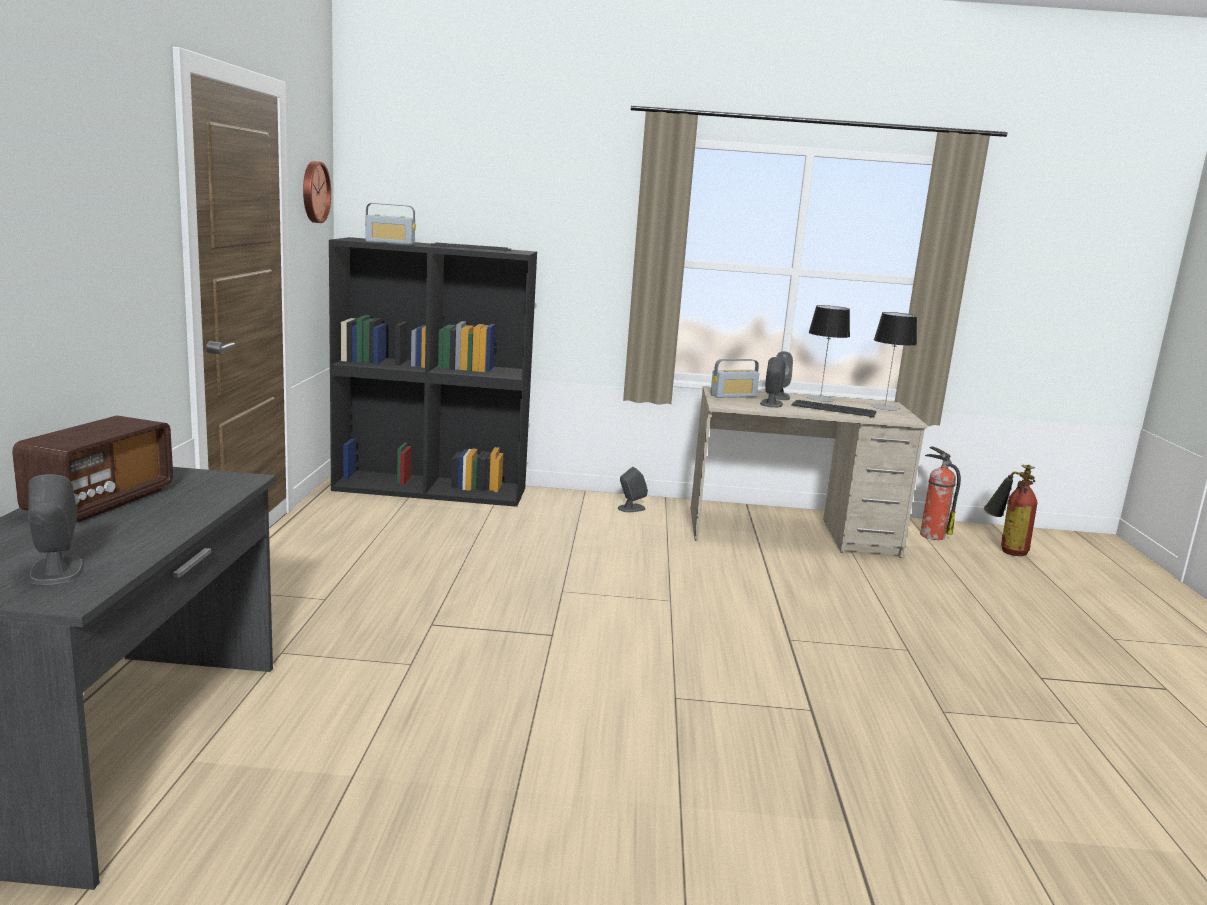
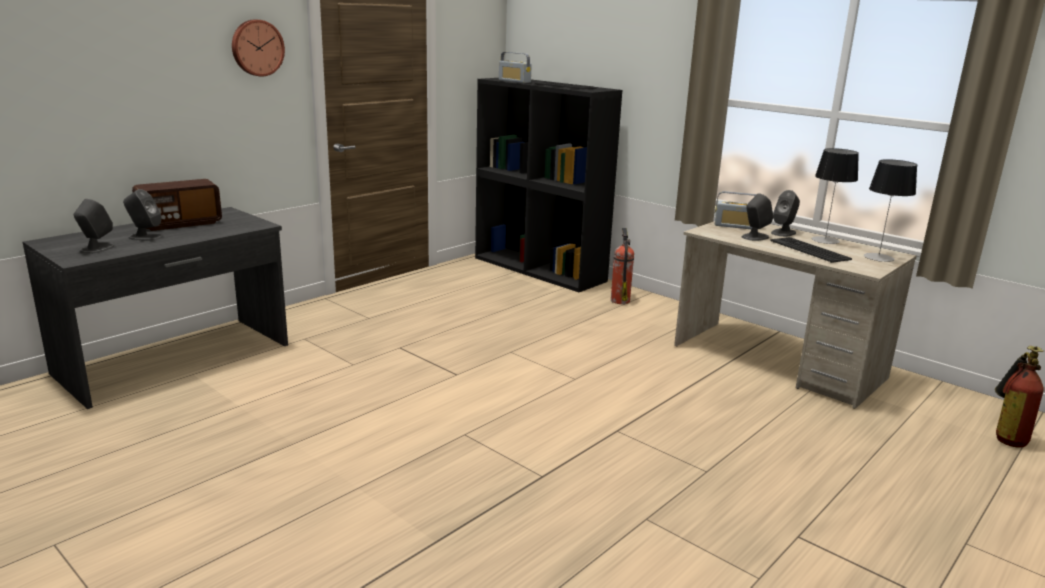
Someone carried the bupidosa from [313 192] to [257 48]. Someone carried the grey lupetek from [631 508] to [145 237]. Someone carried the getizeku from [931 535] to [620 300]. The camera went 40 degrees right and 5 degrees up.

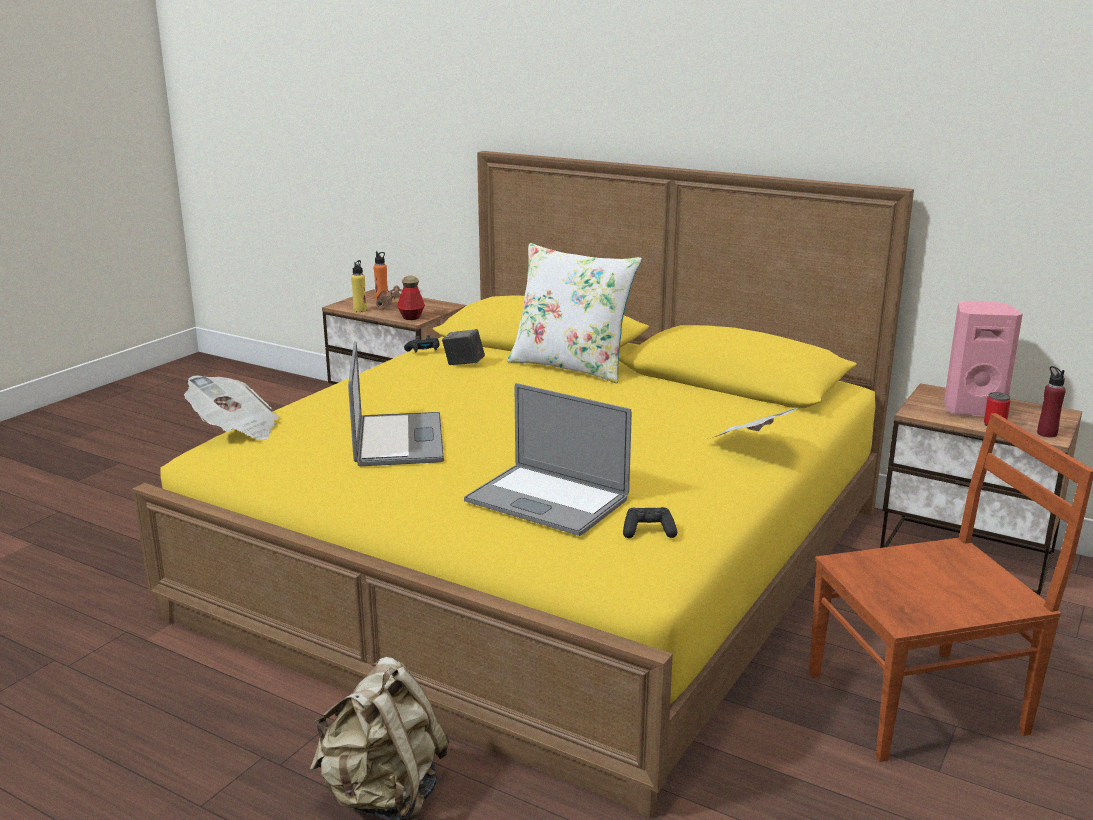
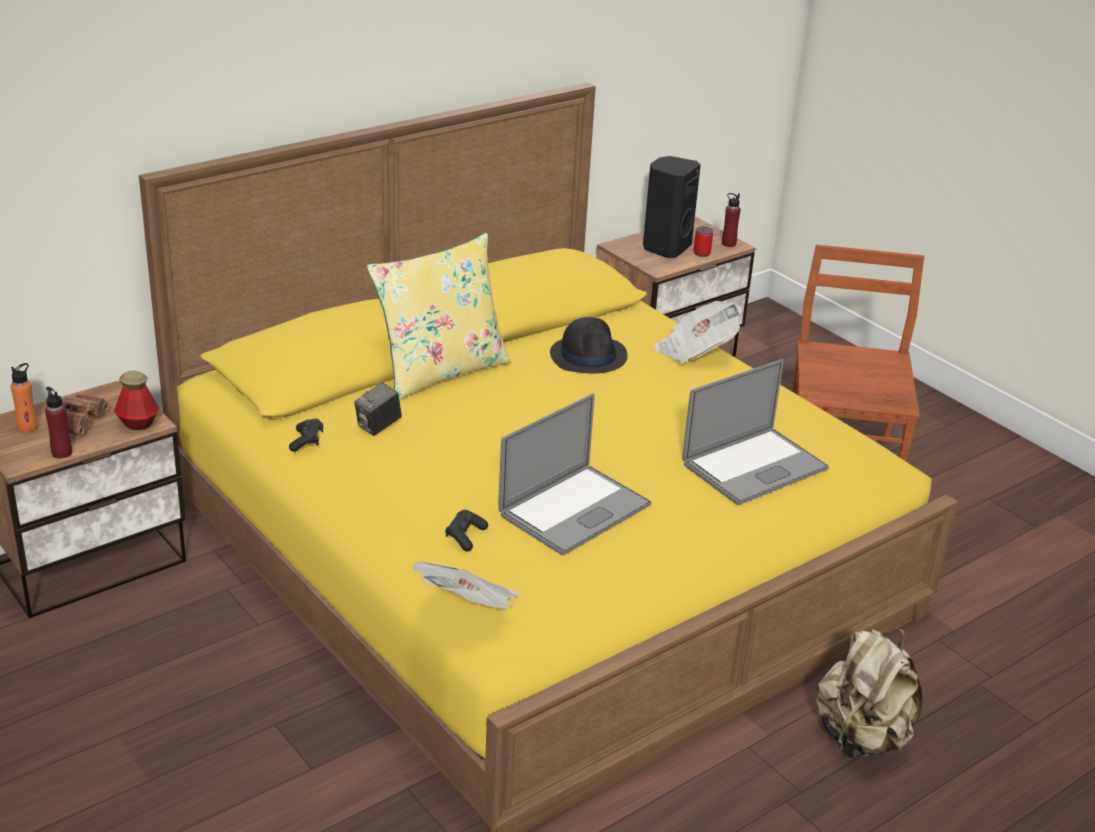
Someone put down the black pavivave at [588 355]. Someone carried the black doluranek from [648 532] to [465 537]. Someone repainted the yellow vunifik at [360 310], which became the red vunifik at [62 453]. Someone repainted the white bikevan at [571 366], which became the yellow bikevan at [440 372]. Someone repainted the pink lupetek at [971 408], which became the black lupetek at [665 248]. Someone rotated the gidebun at [398 440] by 120 degrees clockwise. The camera went 70 degrees left and 10 degrees up.

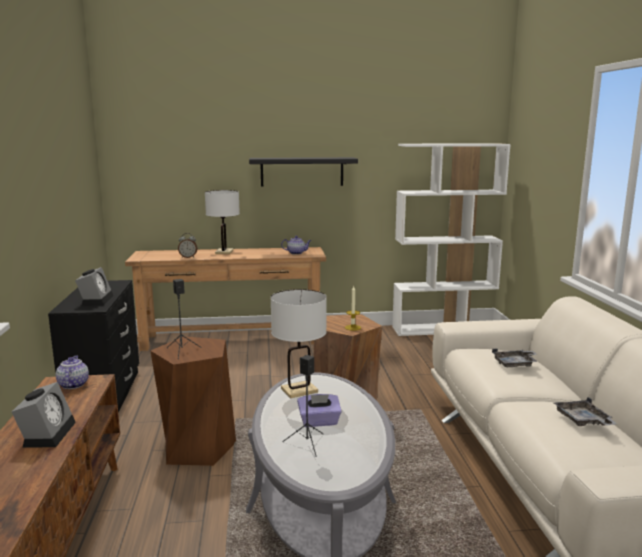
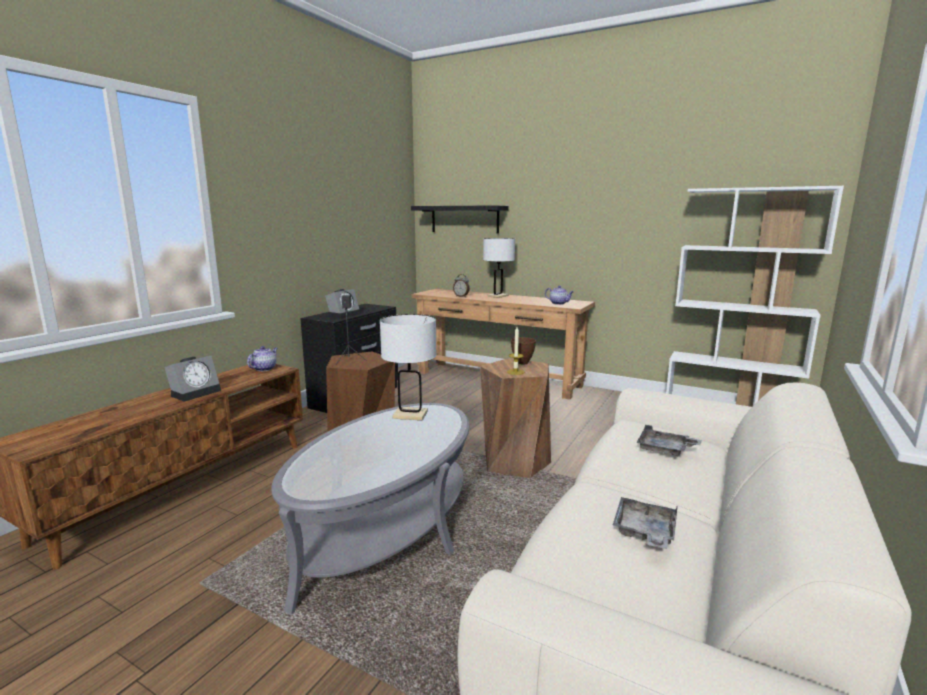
Someone took away the black lupetek at [307 444]. Someone took away the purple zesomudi at [319 422]. Someone put down the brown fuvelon at [521 362]. Someone carried the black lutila from [302 171] to [464 219]. The camera went 35 degrees right and 0 degrees up.

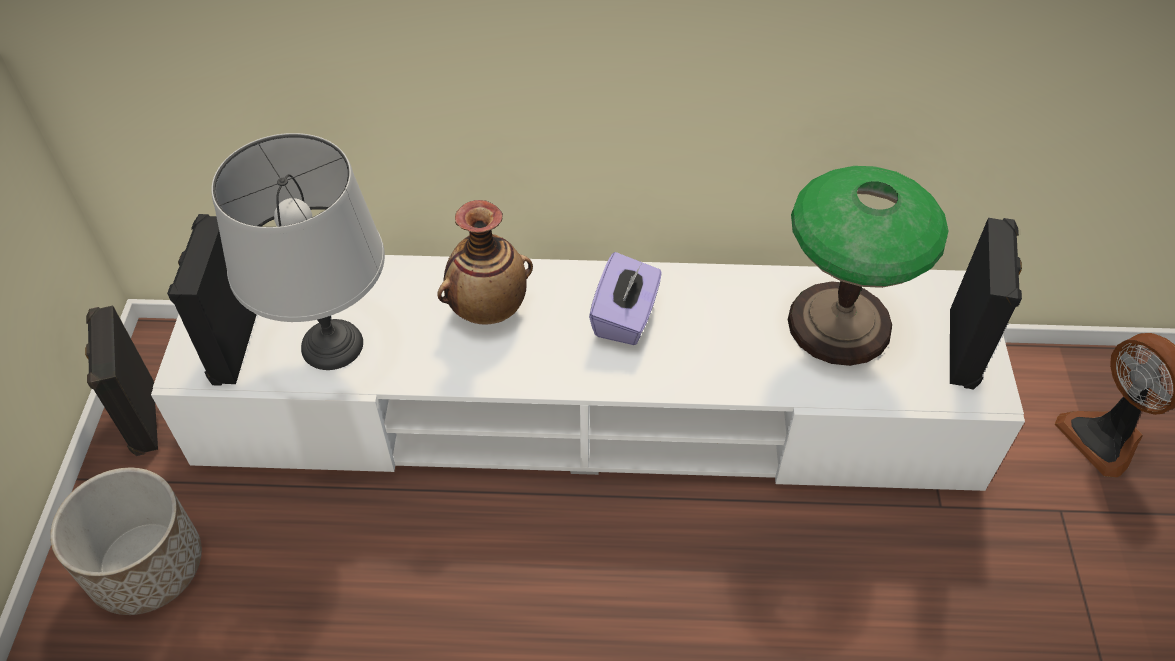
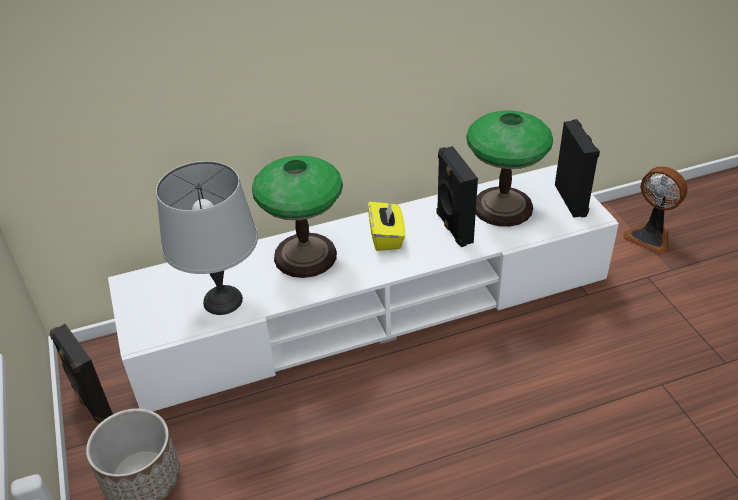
Someone carried the black lupetek from [232 345] to [453 228]. Someone swapped the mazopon at [488 308] for the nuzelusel at [305 255]. Someone repainted the purple zesomudi at [625 317], which became the yellow zesomudi at [386 237]. The camera went 20 degrees left and 10 degrees down.

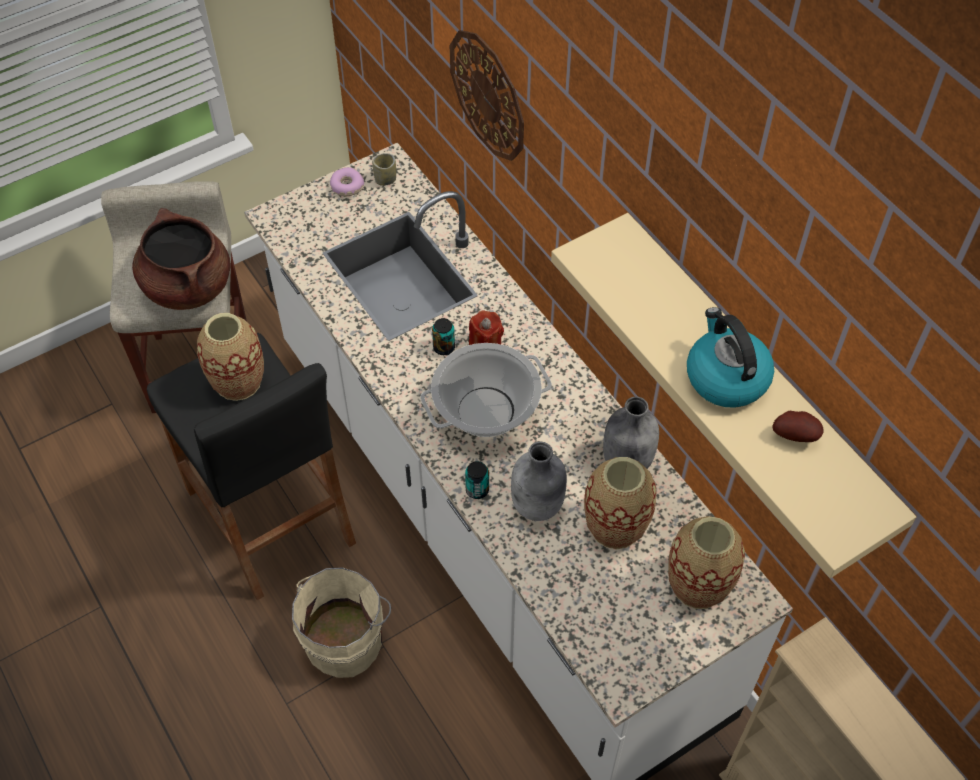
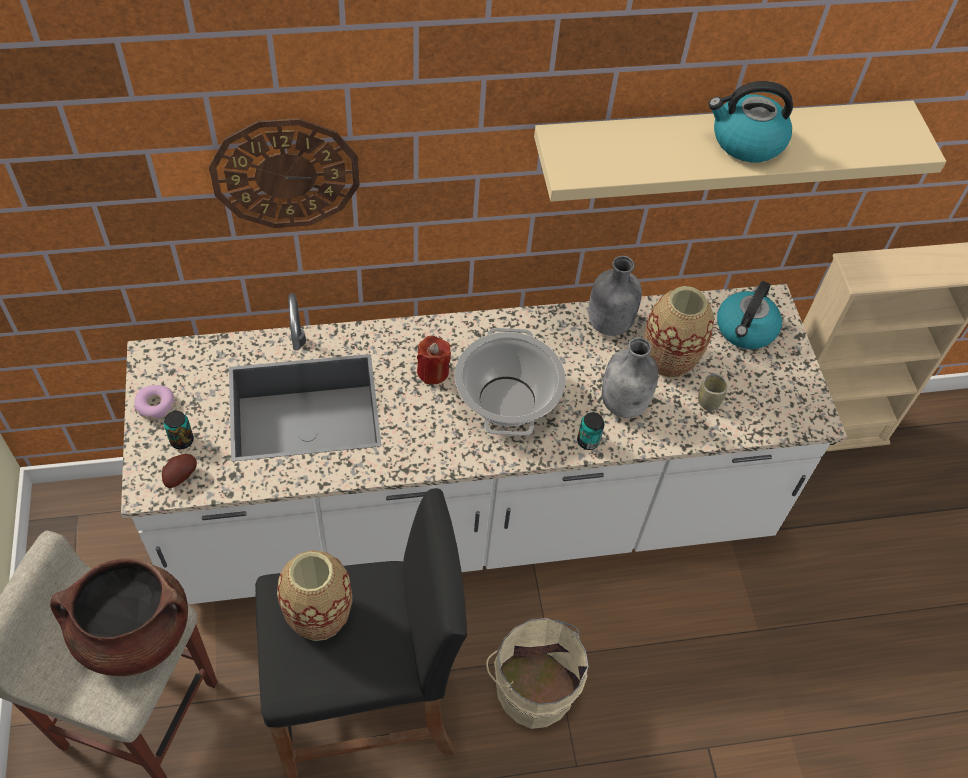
Someone carried the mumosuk from [385 179] to [708 401]. Someone carried the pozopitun from [444 347] to [182 440]. Someone carried the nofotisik from [795 434] to [179 476]. Someone swapped the mazopon at [698 585] for the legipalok at [745 330]. The camera went 70 degrees left and 0 degrees up.

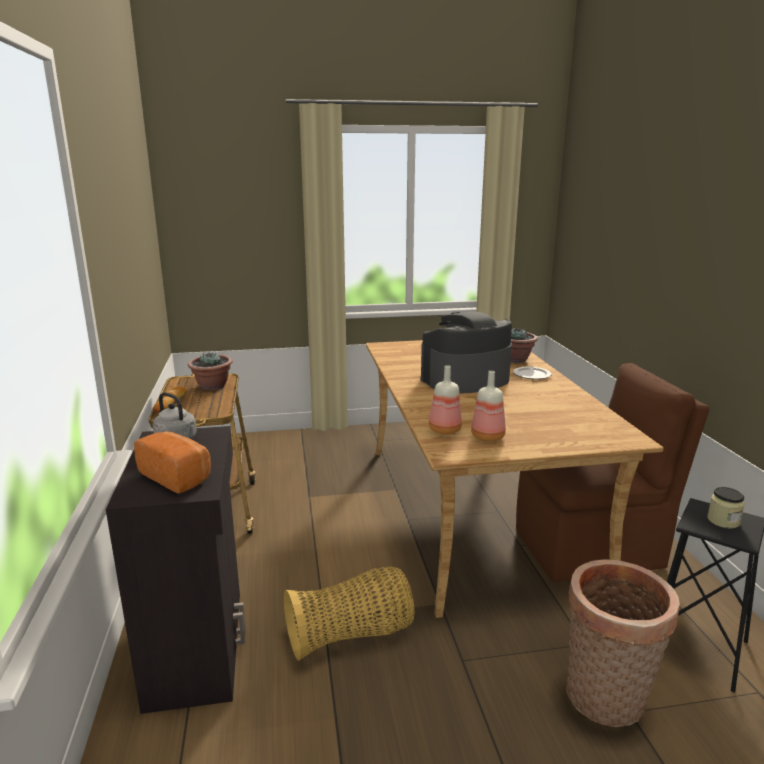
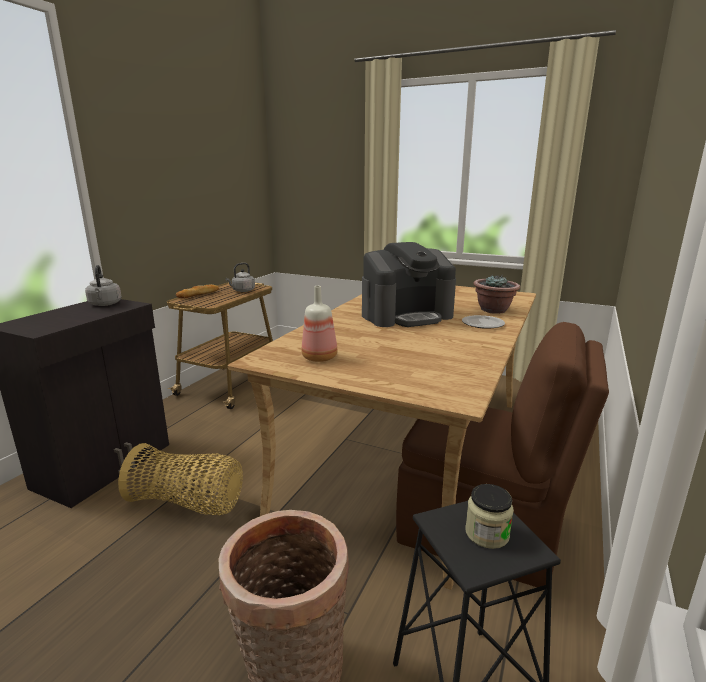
Someone took away the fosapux at [177 476]. Someone took away the vunifik at [444 430]. Someone swapped the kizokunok at [212 386] for the grey legipalok at [242 291]. Someone rotated the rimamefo at [465 380] by 150 degrees clockwise. The camera went 35 degrees right and 0 degrees up.

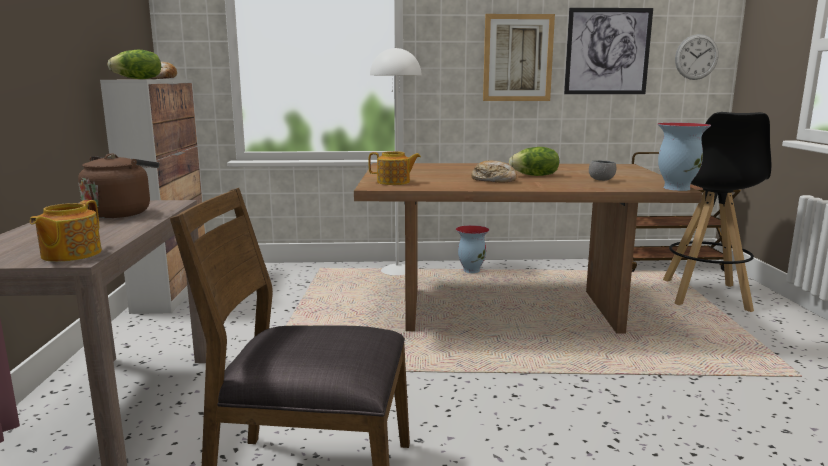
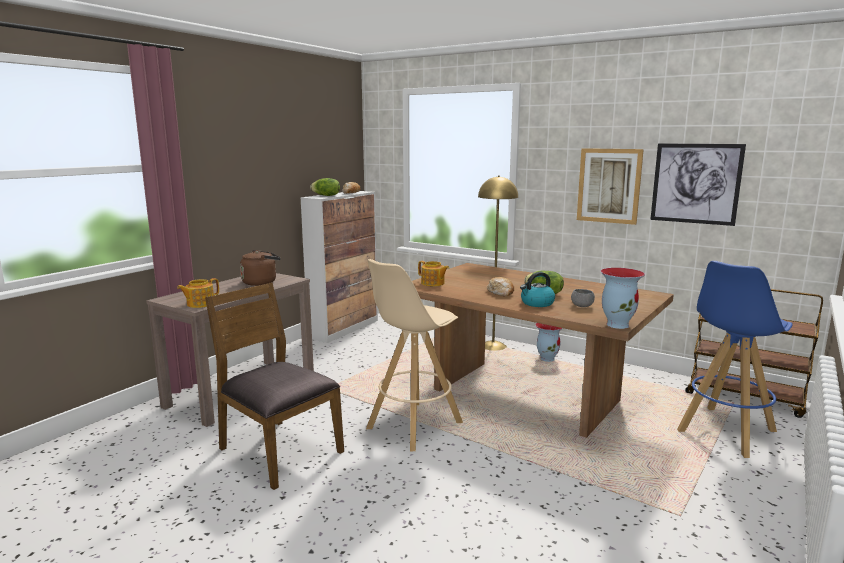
Someone took away the bupidosa at [696 57]. Someone put down the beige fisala at [413 426]. Someone put down the legipalok at [537 303]. Someone repainted the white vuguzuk at [397 271], which became the yellow vuguzuk at [493 346]. Someone repainted the black fisala at [705 295], which became the blue fisala at [725 431]. The camera went 35 degrees right and 0 degrees up.

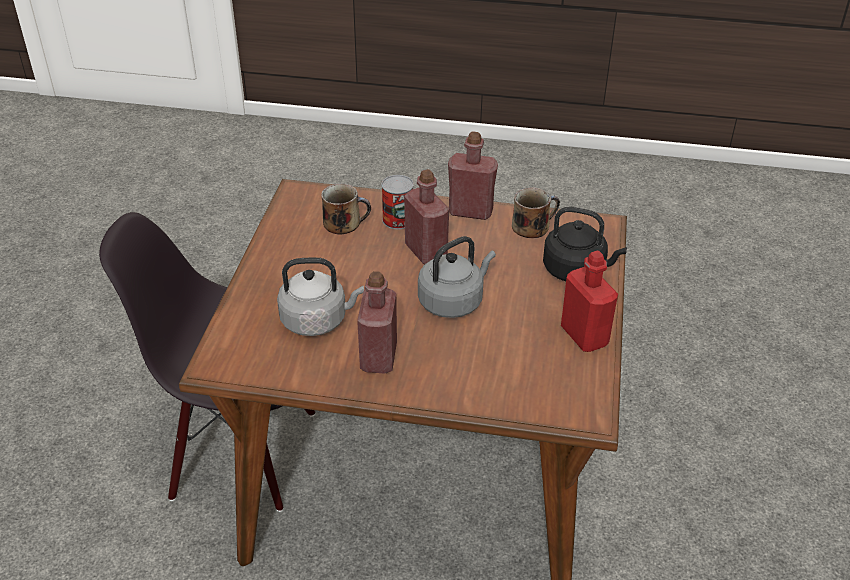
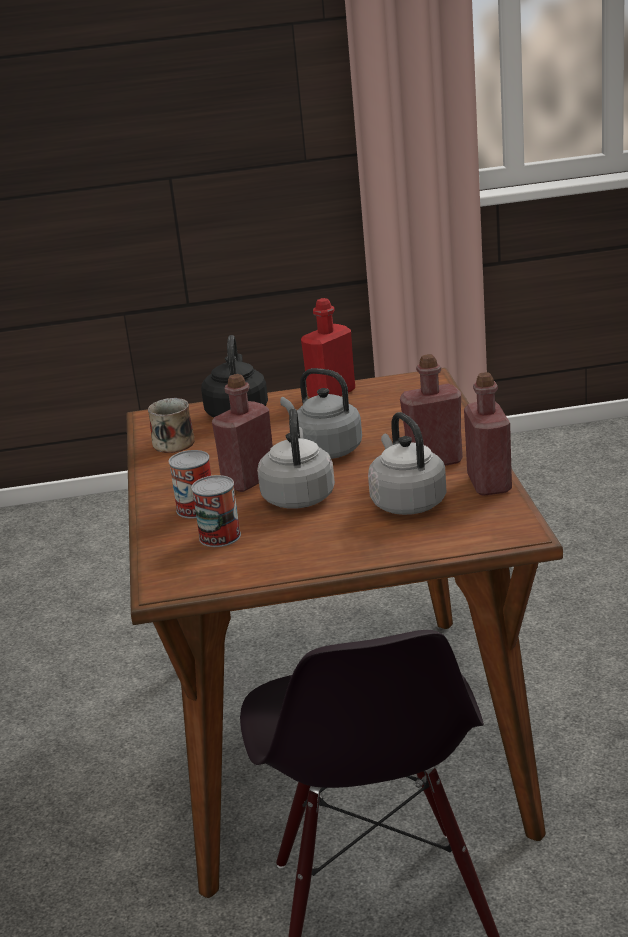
Someone put down the grey legipalok at [298 496]. Someone carried the red vunifik from [470 211] to [489 484]. Someone swapped the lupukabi at [344 223] for the pozopitun at [220 536]. The camera went 105 degrees left and 15 degrees down.

